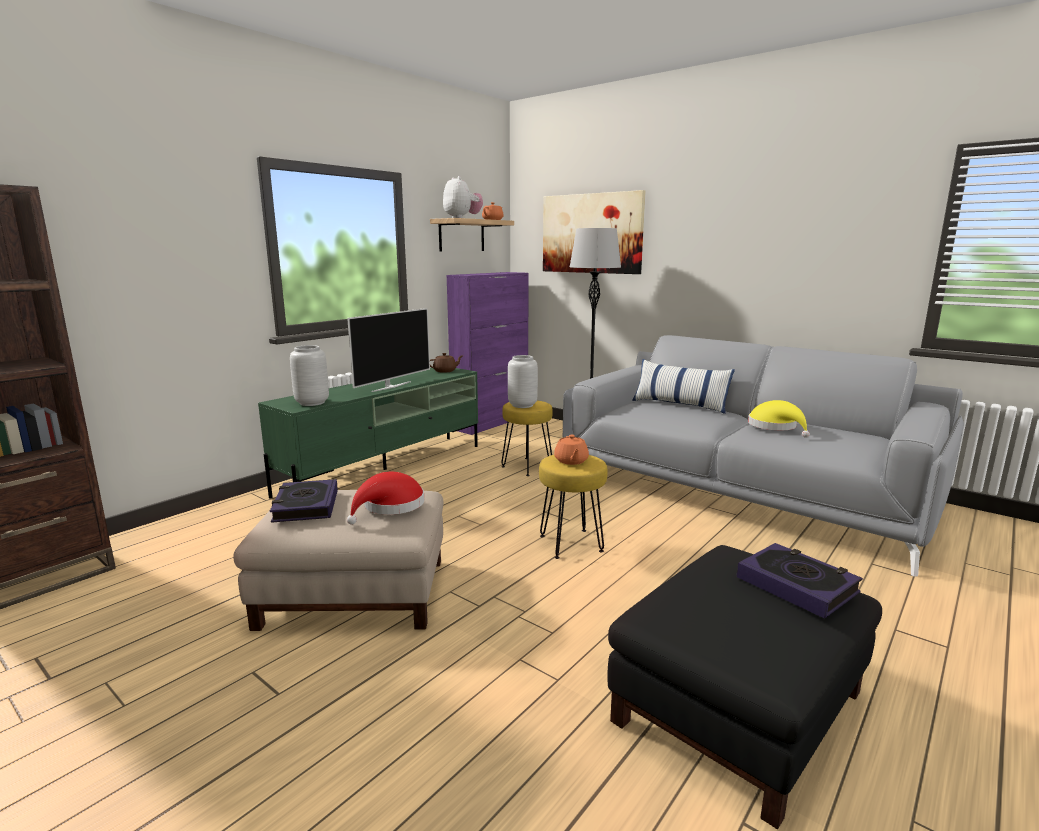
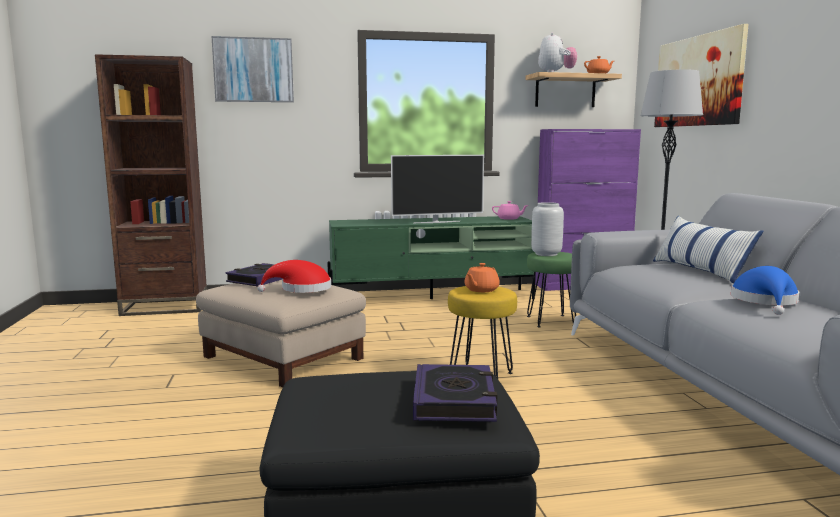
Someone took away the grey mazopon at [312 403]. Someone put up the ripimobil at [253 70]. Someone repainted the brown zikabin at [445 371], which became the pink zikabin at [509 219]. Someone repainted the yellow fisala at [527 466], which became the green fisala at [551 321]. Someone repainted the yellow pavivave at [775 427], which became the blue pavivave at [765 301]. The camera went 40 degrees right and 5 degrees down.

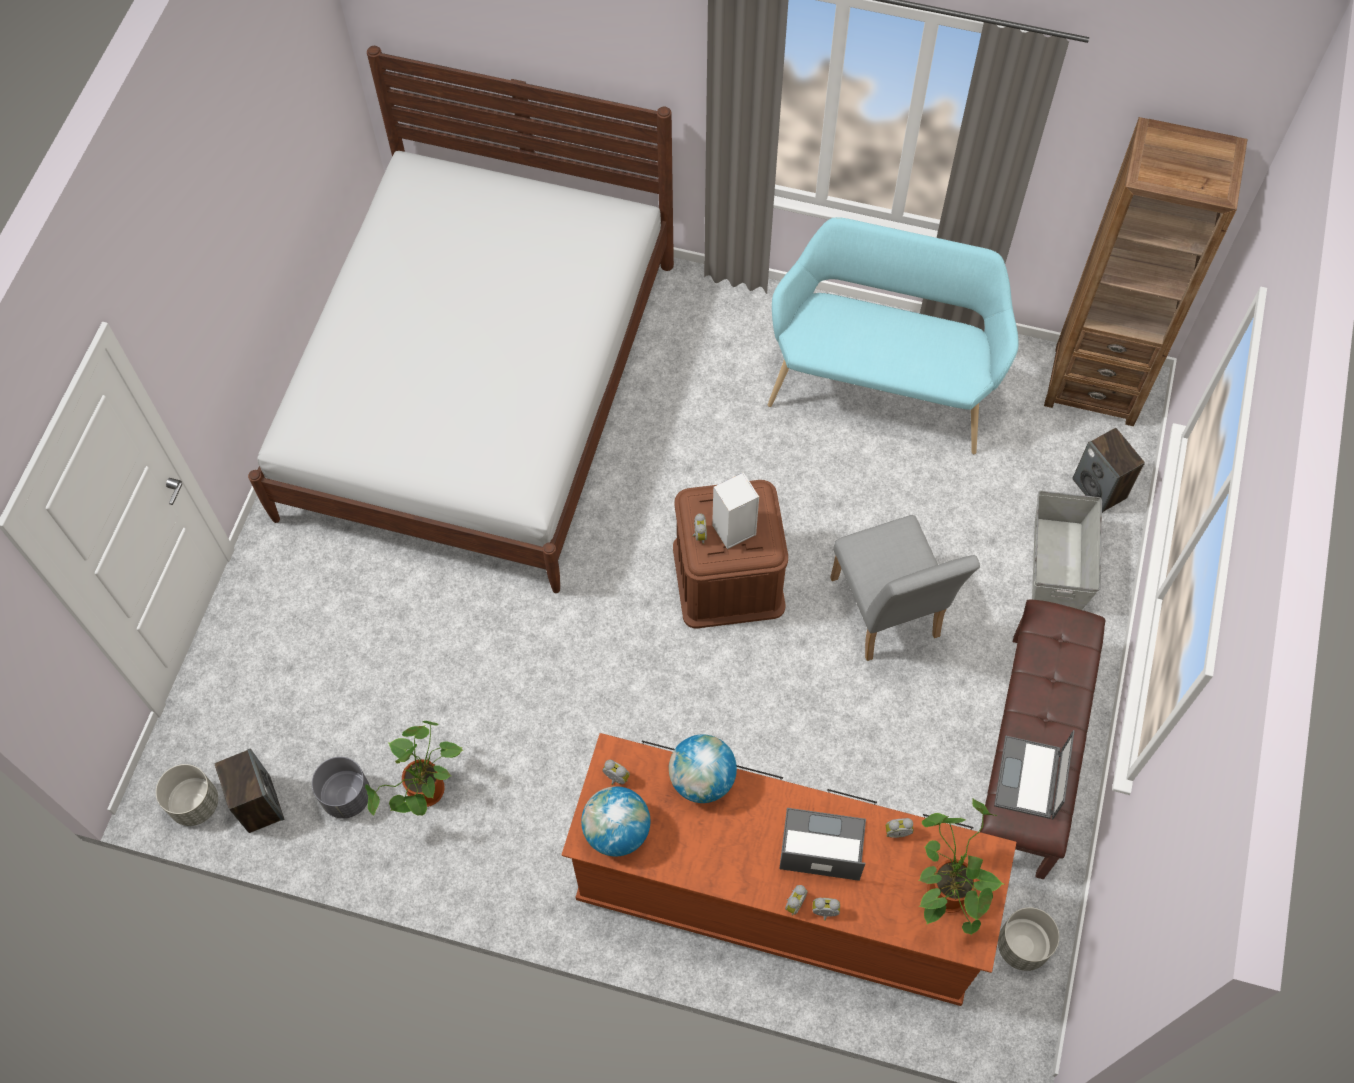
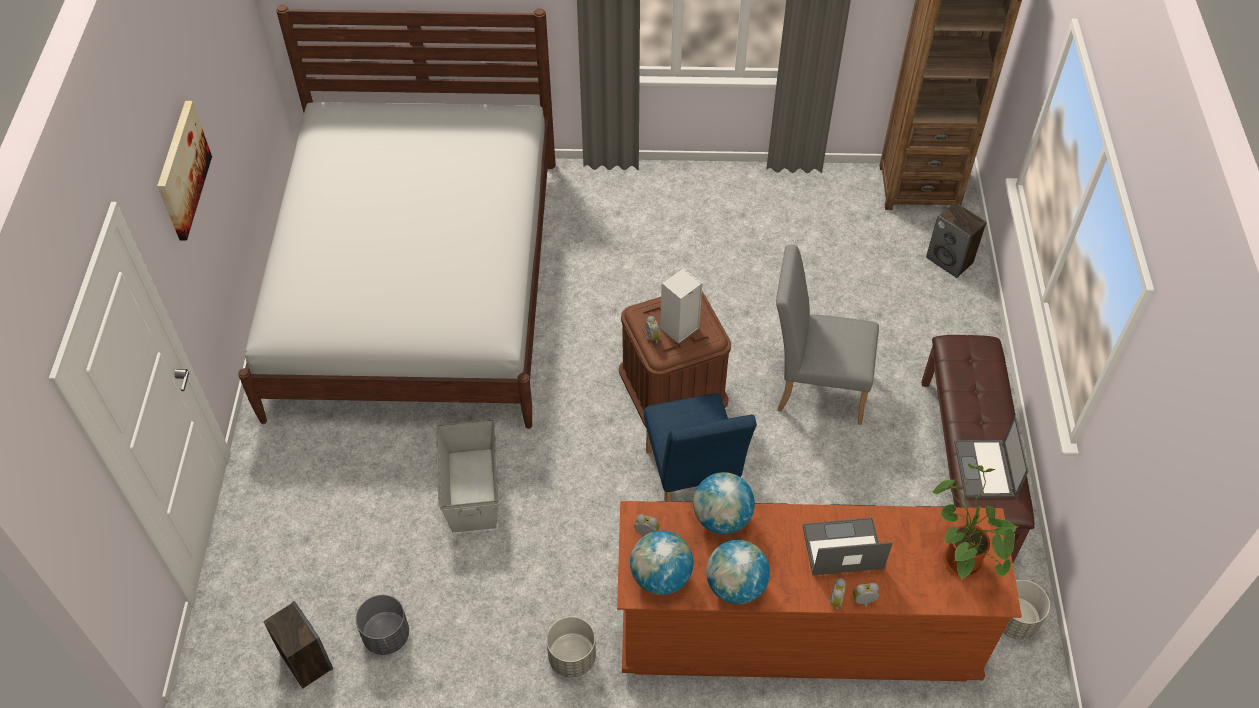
Someone took away the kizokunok at [426 794]. Someone took away the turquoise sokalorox at [882 384]. Someone took away the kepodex at [897 831]. Someone put up the ripimobil at [182 170]. Someone put down the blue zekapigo at [691 487]. Someone put down the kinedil at [735 586]. Someone carried the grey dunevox from [194 803] to [572 657]. Someone carried the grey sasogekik from [1057 564] to [472 489]. Someone rotated the grey zekapigo at [887 615] by 135 degrees clockwise. The camera went 15 degrees left and 10 degrees down.

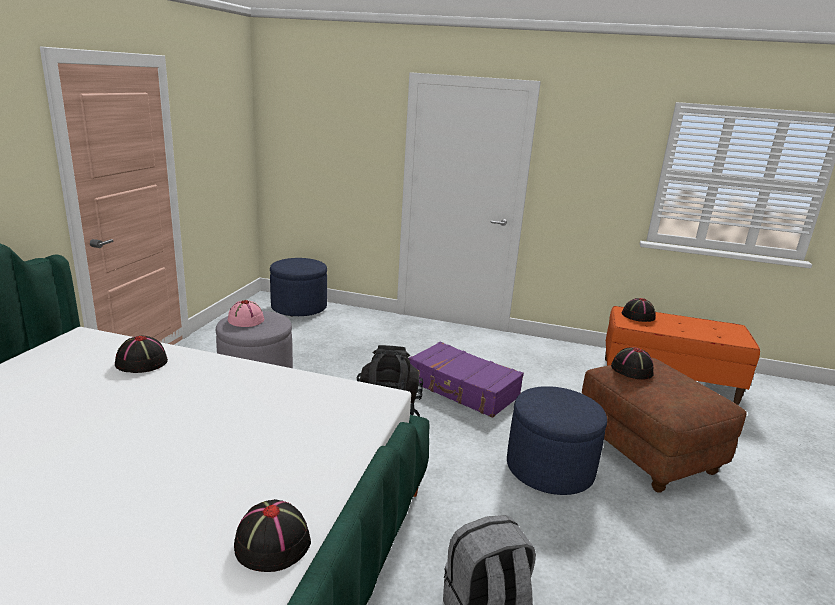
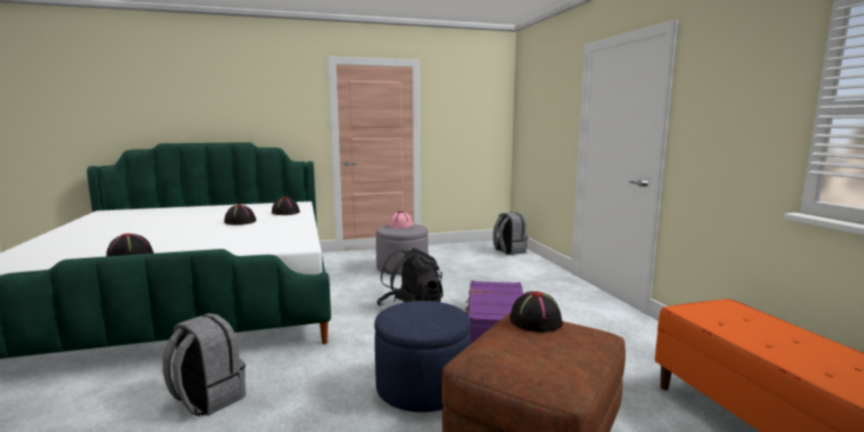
Someone carried the black pavivave from [637 316] to [240 222]. Someone swapped the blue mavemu at [299 307] for the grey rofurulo at [509 251]. The camera went 60 degrees right and 10 degrees down.

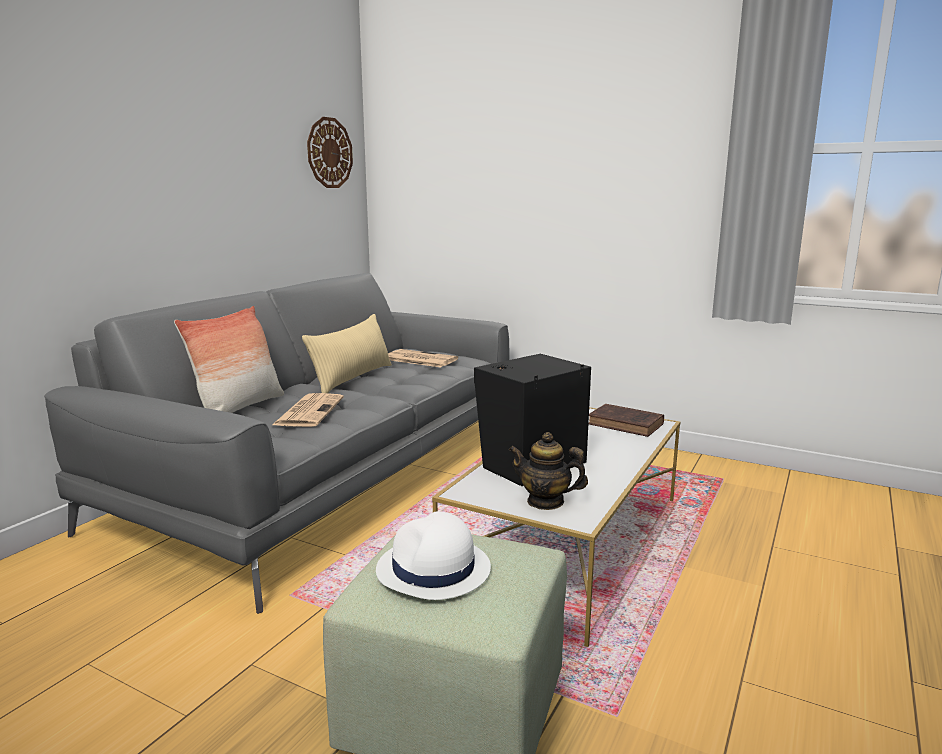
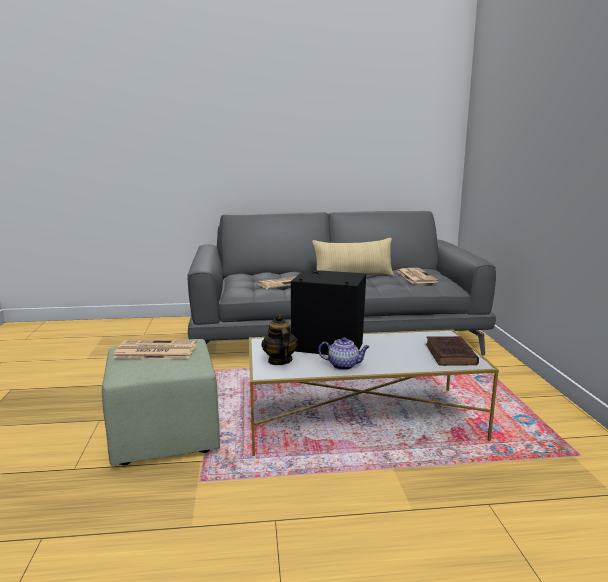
Someone took away the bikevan at [239 408]. Someone took away the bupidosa at [329 153]. Someone put down the zikabin at [344 365]. Someone swapped the white pavivave at [433 570] for the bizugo at [154 351]. The camera went 55 degrees right and 0 degrees up.

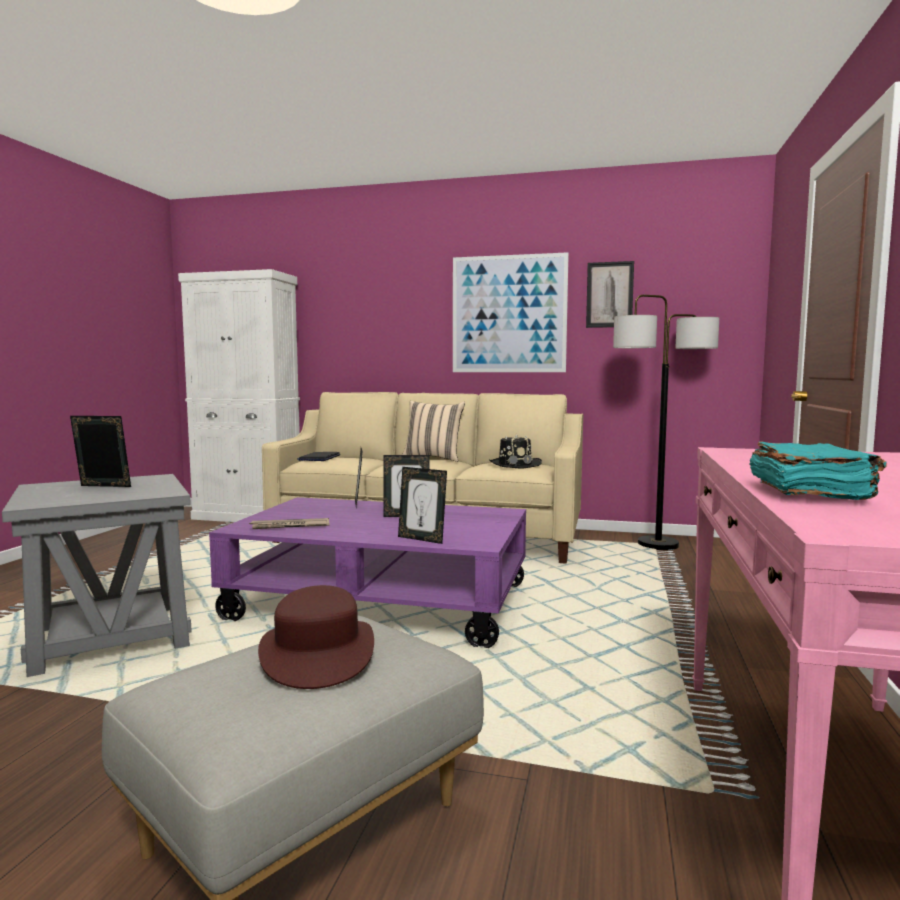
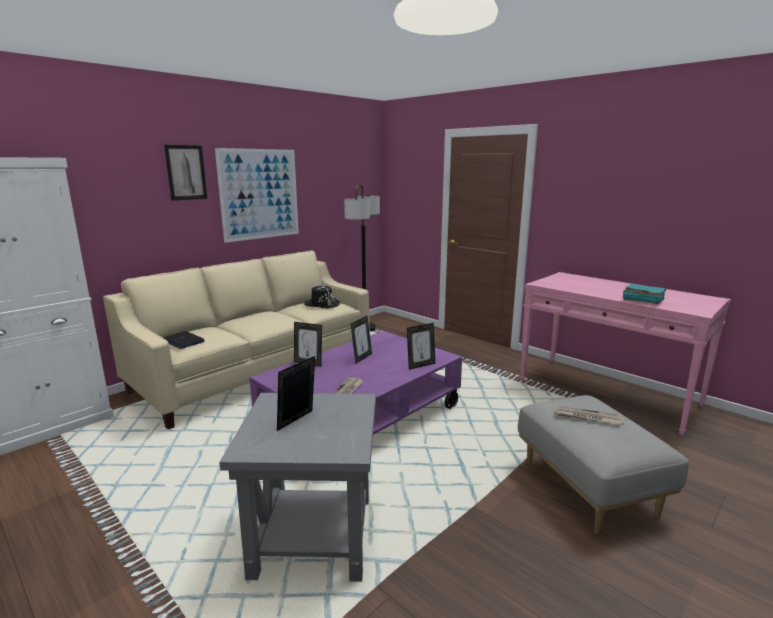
Someone took away the beige bikevan at [433 458]. Someone carried the ripimobil from [609 294] to [186 172]. Someone swapped the brown pavivave at [317 653] for the bizugo at [587 417]. The camera went 60 degrees left and 10 degrees up.

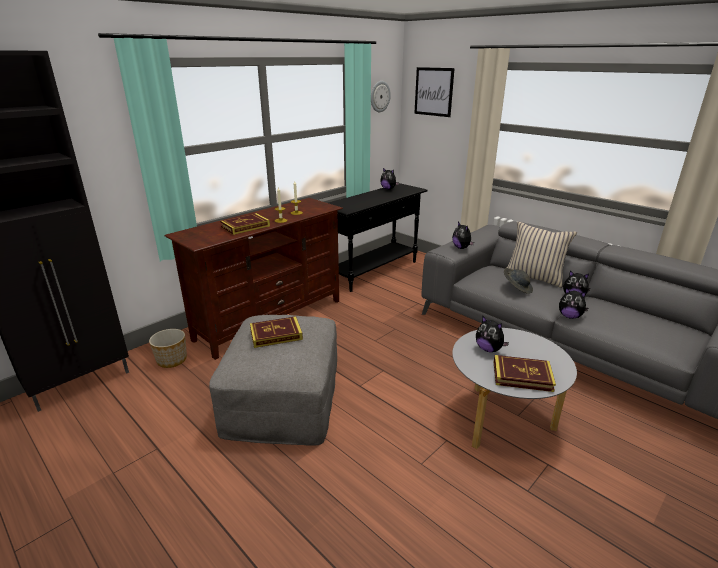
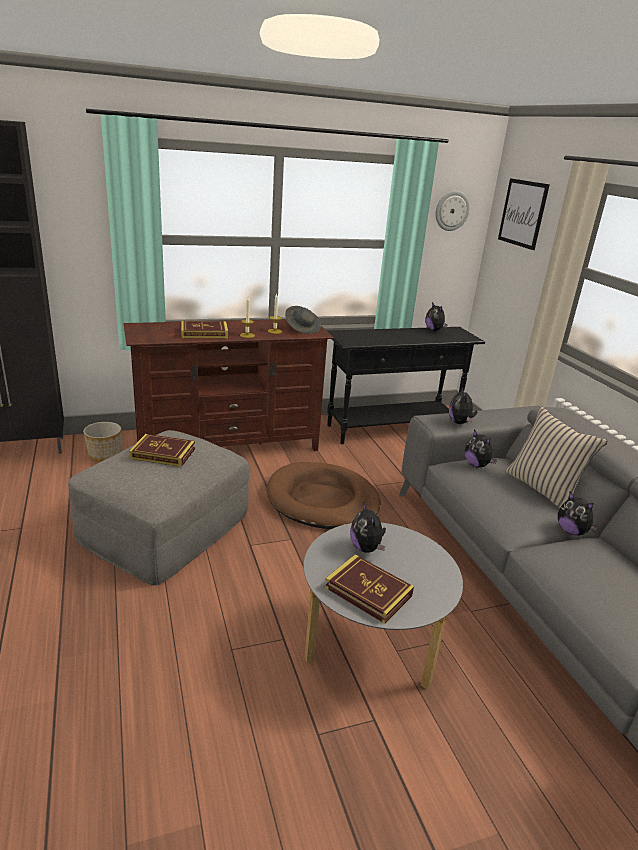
Someone put down the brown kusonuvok at [322 500]. Someone carried the grey pavivave from [517 288] to [302 329]. Someone carried the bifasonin from [570 316] to [477 465]. The camera went 25 degrees right and 0 degrees up.

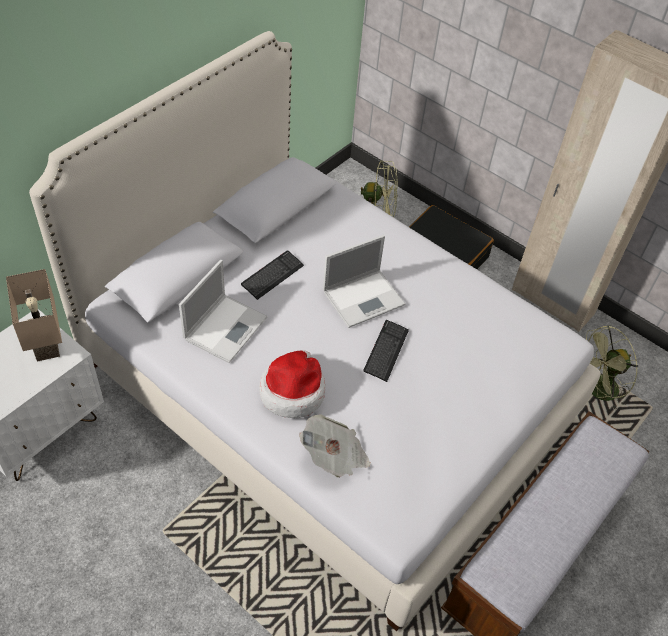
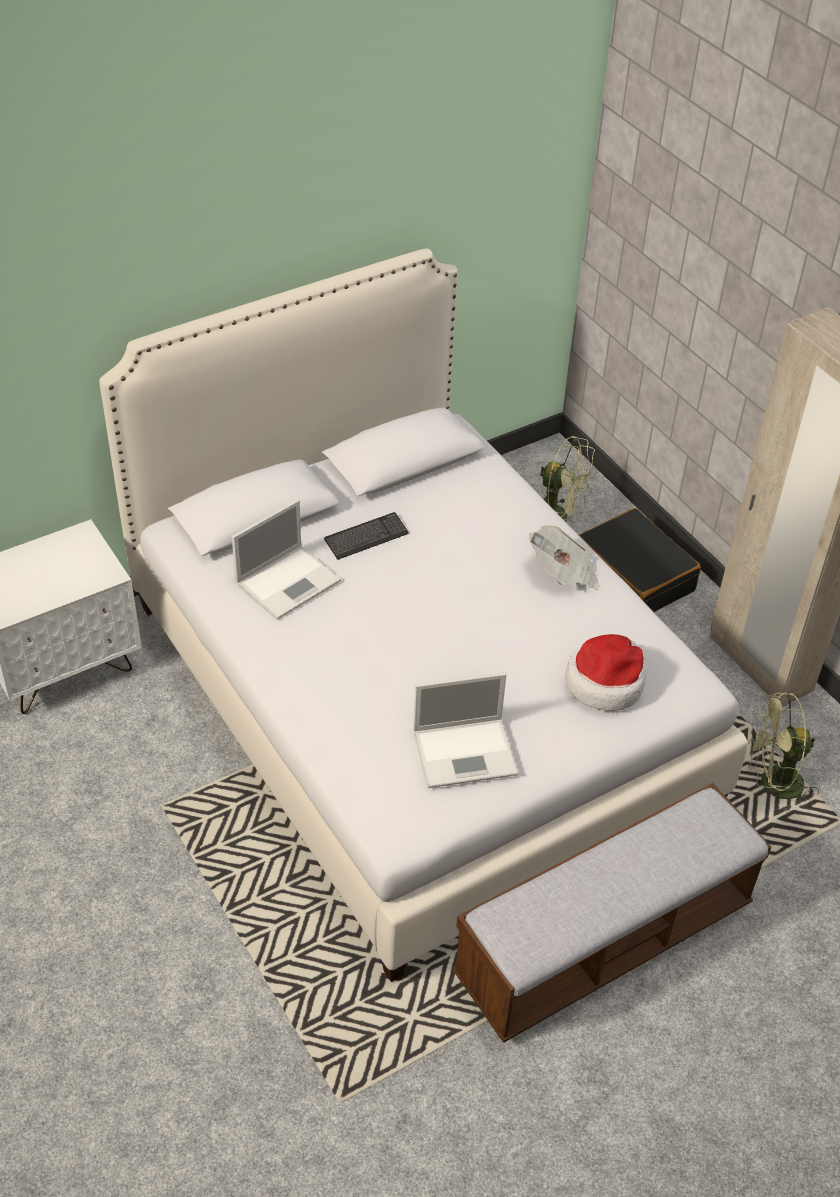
Someone took away the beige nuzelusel at [48 345]. Someone took away the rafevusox at [386 351]. Someone carried the pavivave from [292 391] to [605 682]. Someone carried the bizugo from [334 456] to [563 573]. Someone carried the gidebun from [364 297] to [466 752]. The camera went 20 degrees right and 5 degrees down.

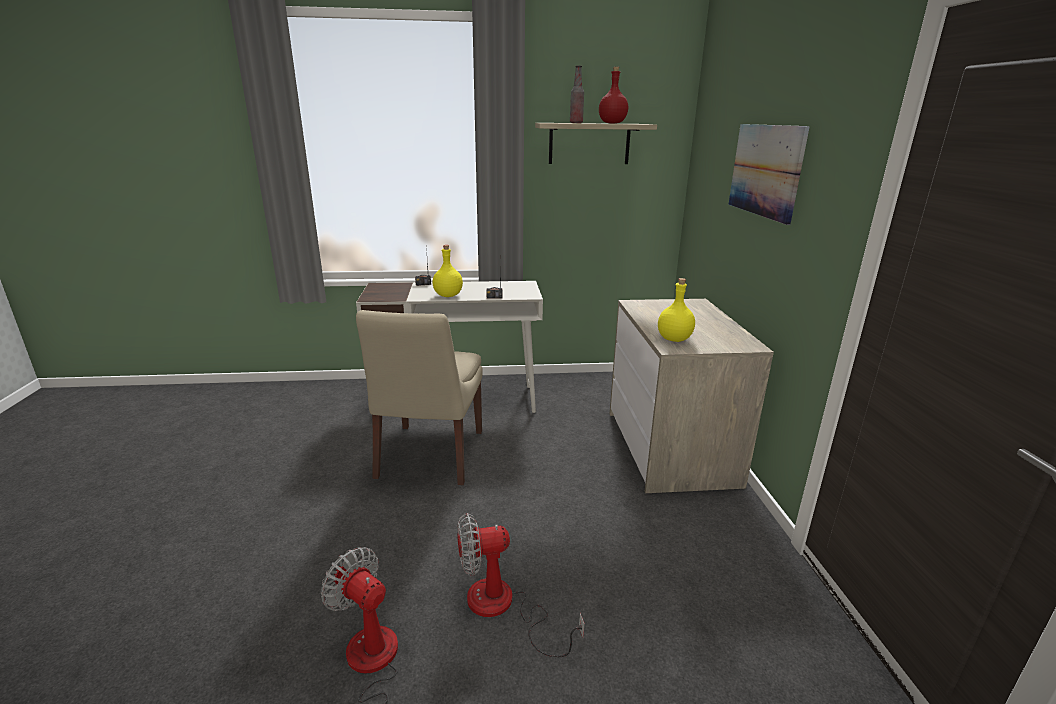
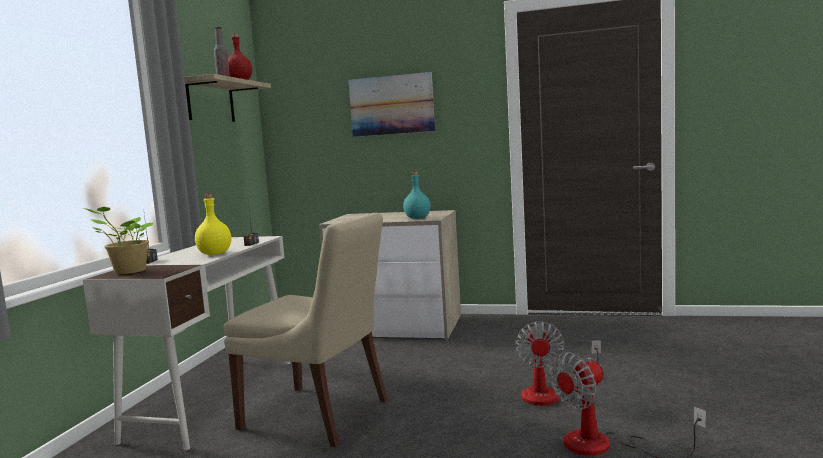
Someone put down the kizokunok at [127 271]. Someone repainted the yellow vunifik at [674 339], which became the turquoise vunifik at [418 218]. The camera went 70 degrees left and 15 degrees down.

